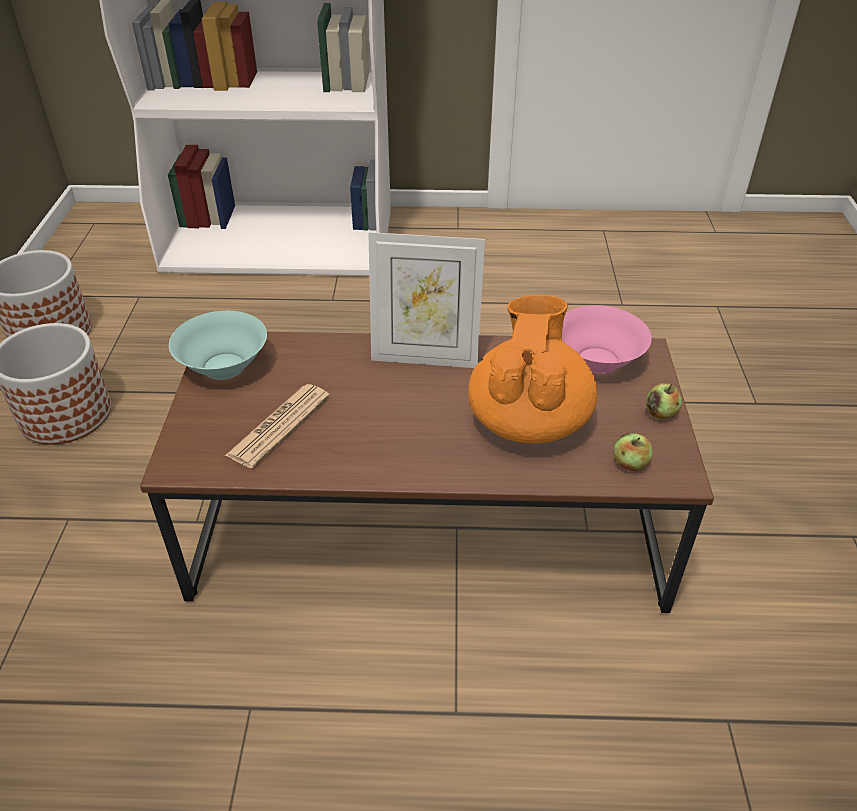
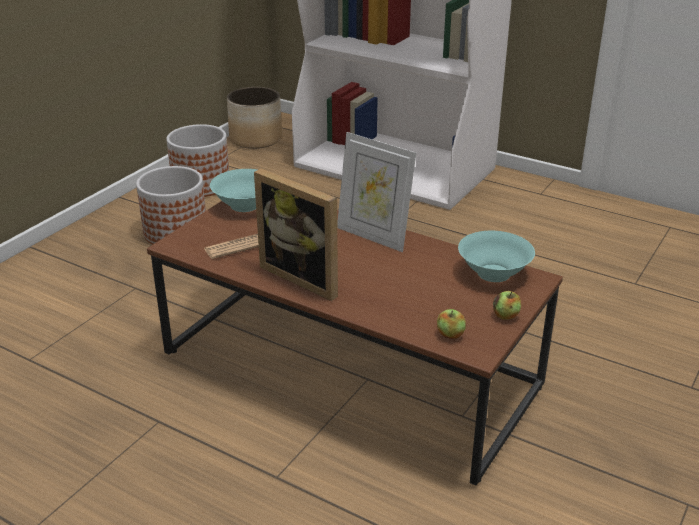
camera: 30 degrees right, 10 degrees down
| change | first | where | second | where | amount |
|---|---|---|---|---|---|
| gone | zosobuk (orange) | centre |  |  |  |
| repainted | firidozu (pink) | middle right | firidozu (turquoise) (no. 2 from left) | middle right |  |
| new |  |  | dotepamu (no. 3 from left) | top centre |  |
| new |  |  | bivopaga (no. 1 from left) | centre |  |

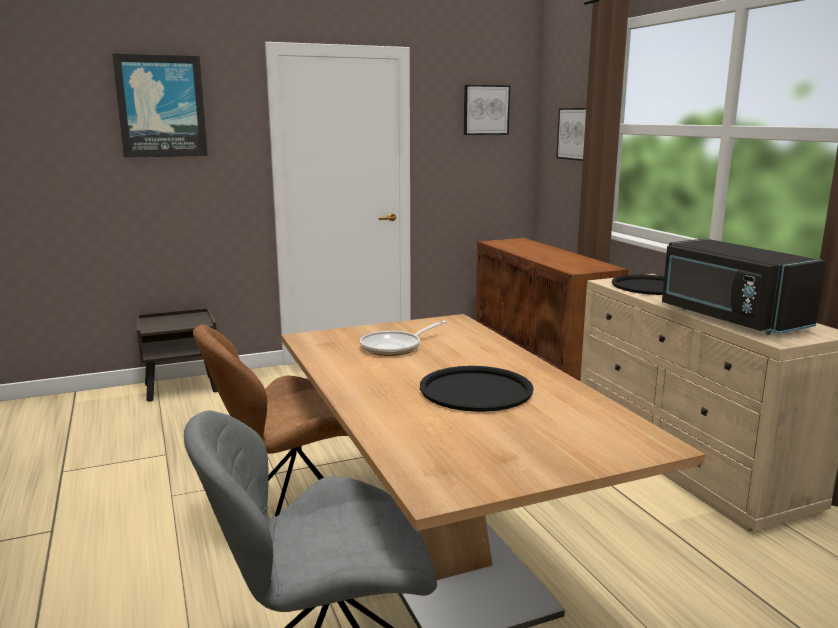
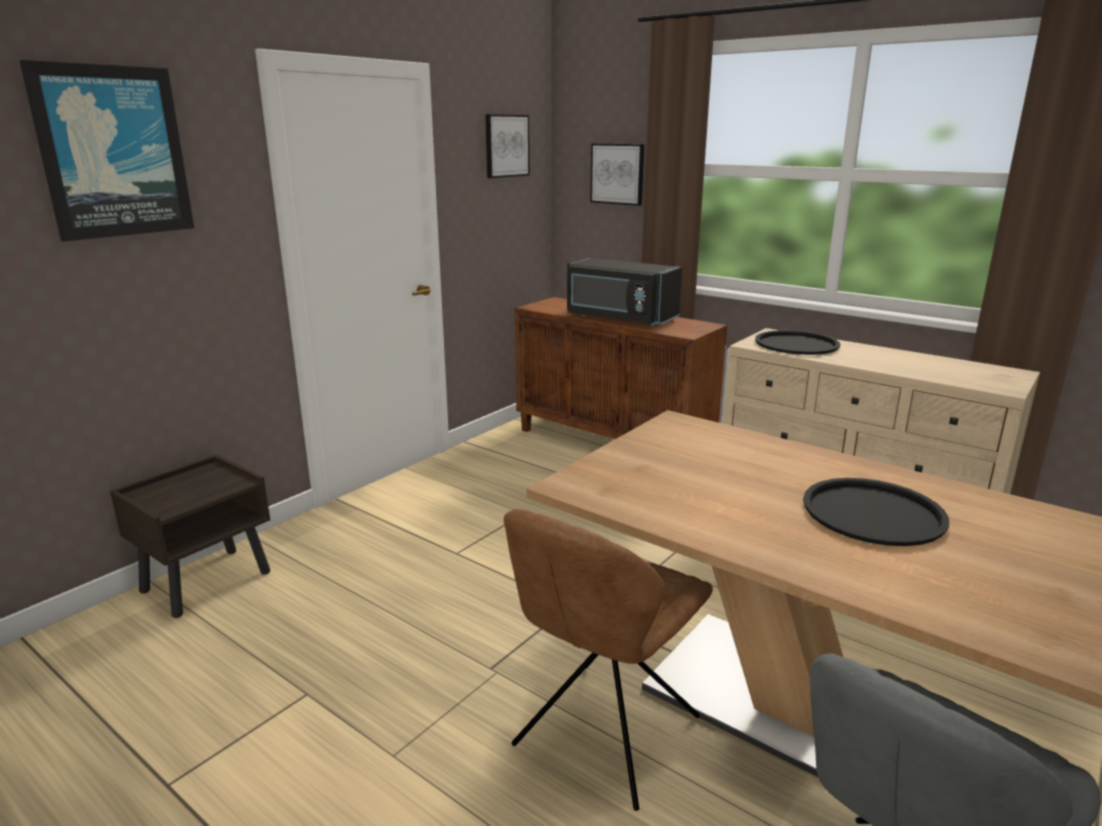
camera: 30 degrees left, 5 degrees up
| change | first | where | second | where | amount |
|---|---|---|---|---|---|
| shifted | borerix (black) | middle right |  | centre |  |
| gone | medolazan | centre |  |  |  |

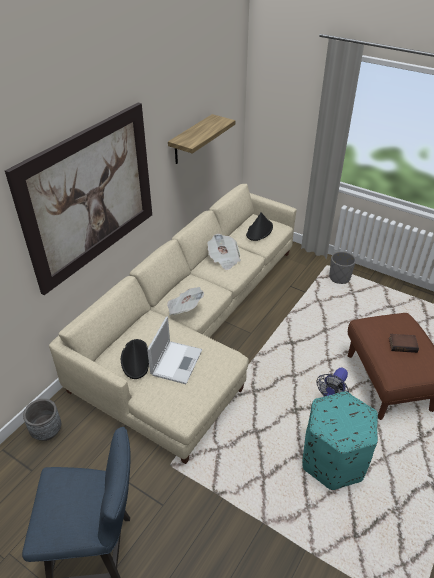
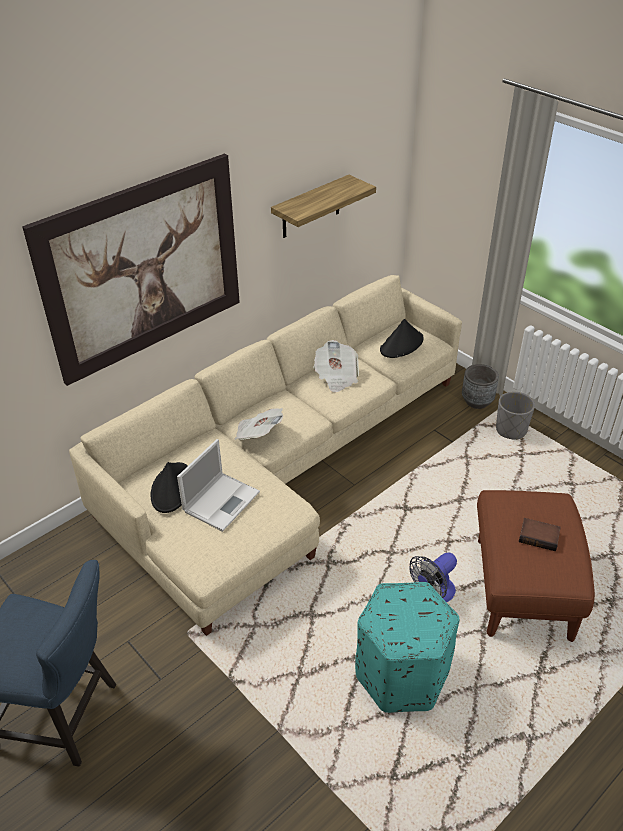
camera: 15 degrees right, 0 degrees up
| change | first | where | second | where | amount |
|---|---|---|---|---|---|
| shifted | dotepamu (grey) (no. 1 from left) | bottom left |  | middle right |  |

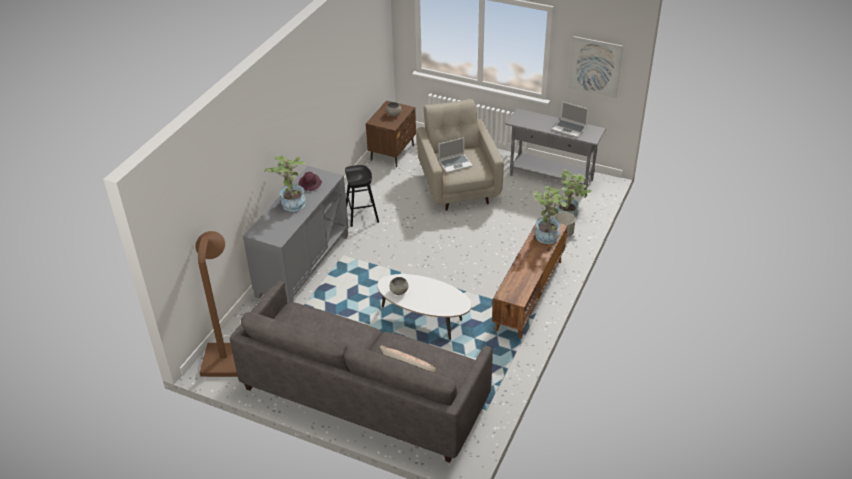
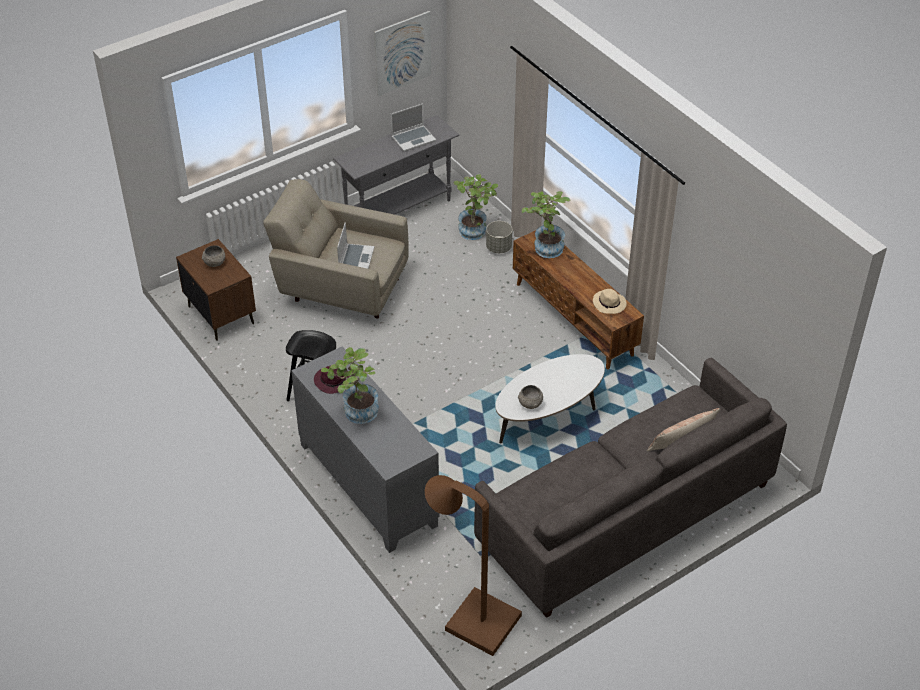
camera: 60 degrees left, 5 degrees up
| change | first | where | second | where | amount |
|---|---|---|---|---|---|
| new |  |  | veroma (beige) | centre |  |

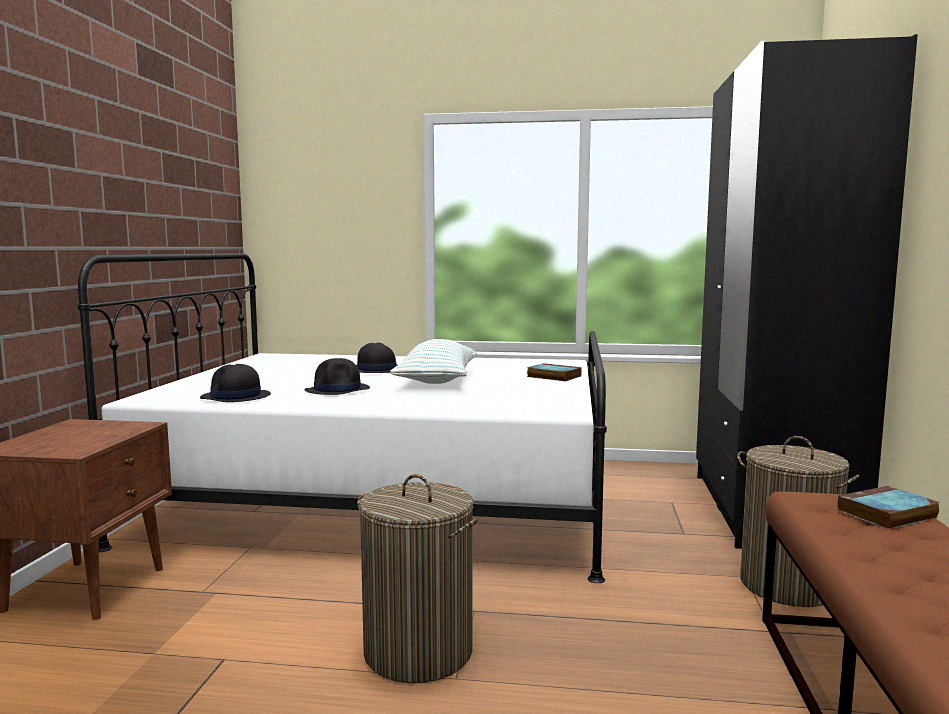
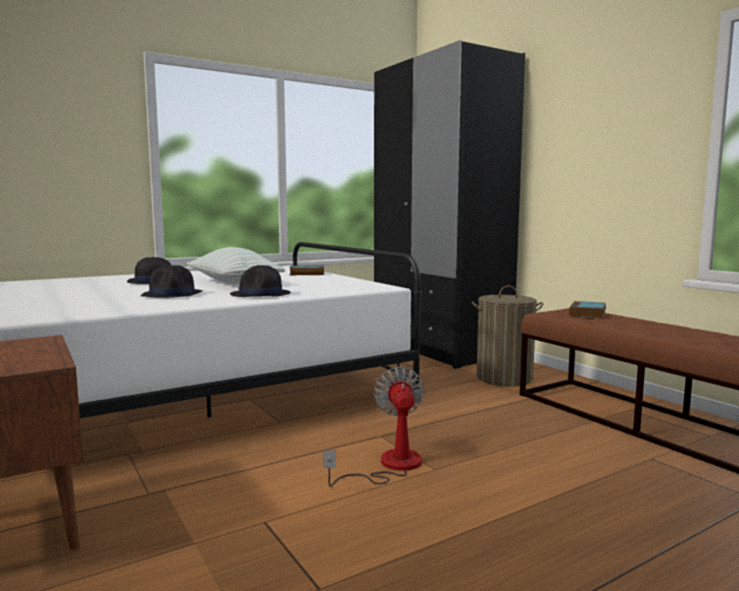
camera: 40 degrees left, 0 degrees up
| change | first | where | second | where | amount |
|---|---|---|---|---|---|
| shifted | veroma (black) (no. 1 from left in the first image) | middle left | veroma (black) (no. 3 from left) | centre |  |
| swapped | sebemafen (no. 1 from left) | bottom centre | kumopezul | bottom centre |  |

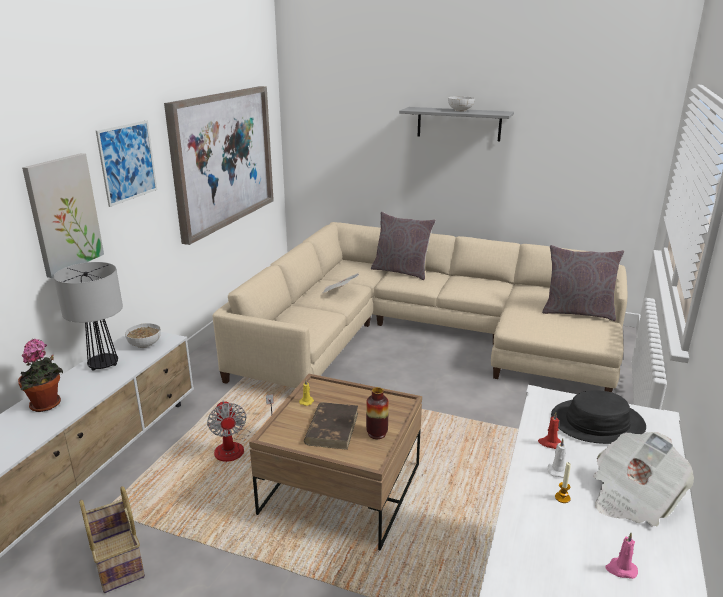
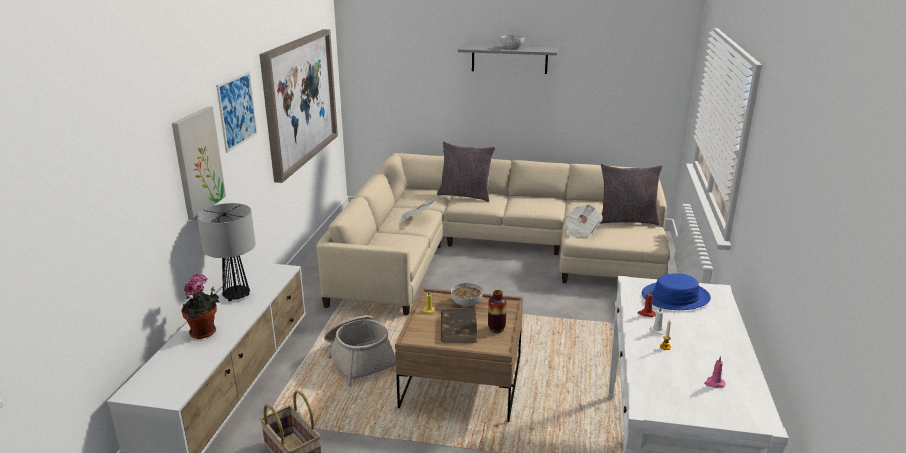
camera: 10 degrees left, 0 degrees up
| change | first | where | second | where | amount |
|---|---|---|---|---|---|
| shifted | firidozu (no. 1 from left) | middle left |  | centre |  |
| repainted | veroma (black) | bottom right | veroma (blue) | middle right |  |
| swapped | kumopezul | bottom left | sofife (no. 2 from left) | bottom centre |  |
| shifted | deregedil (no. 2 from left) | bottom right |  | centre |  |

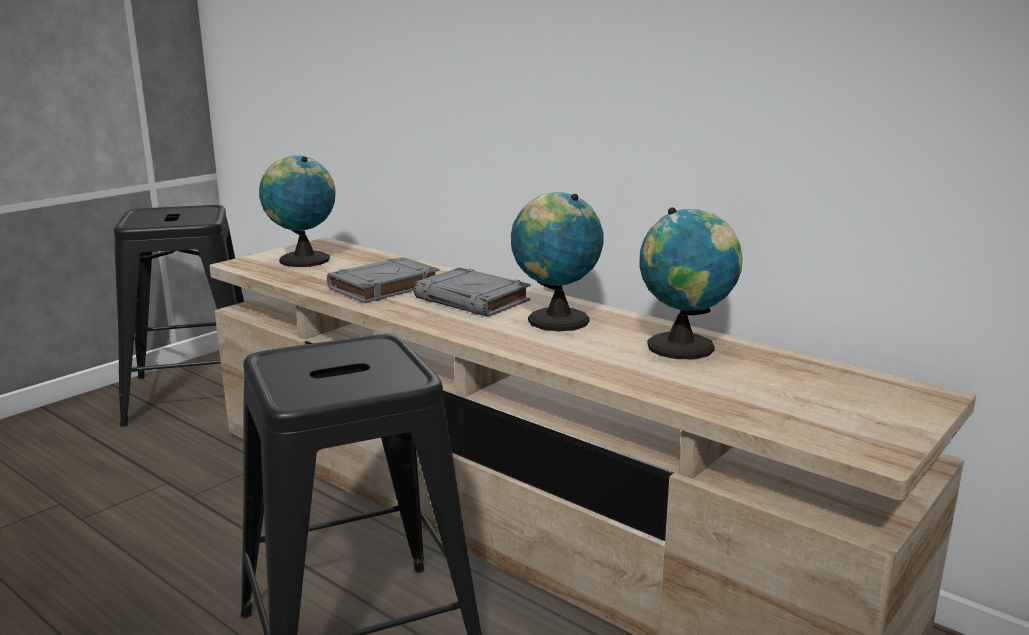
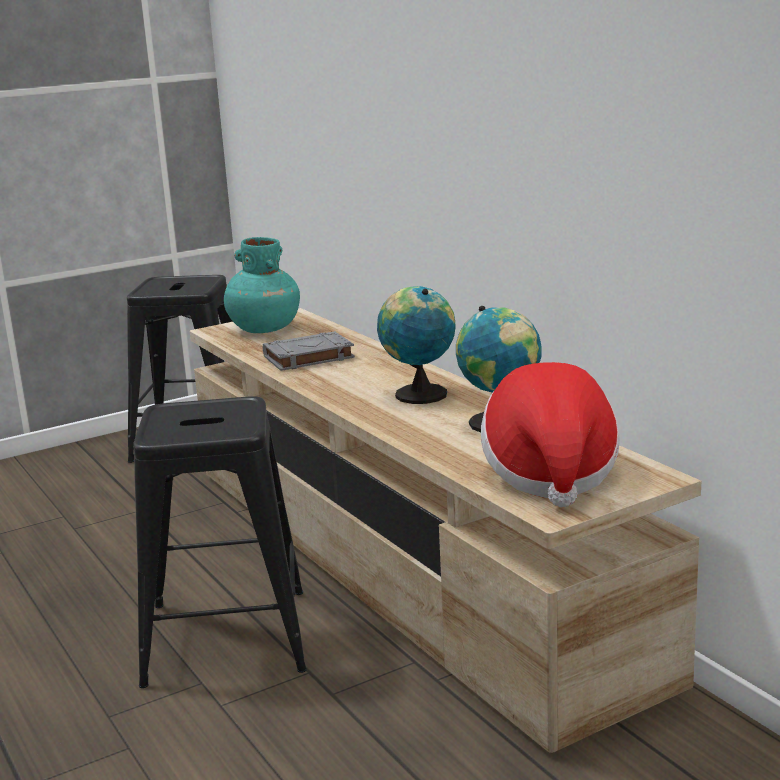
camera: 20 degrees right, 0 degrees up
| change | first | where | second | where | amount |
|---|---|---|---|---|---|
| swapped | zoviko (no. 1 from left) | top left | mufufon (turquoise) | centre |  |
| gone | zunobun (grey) (no. 2 from left) | centre |  |  |  |
| new |  |  | veroma | middle right |  |

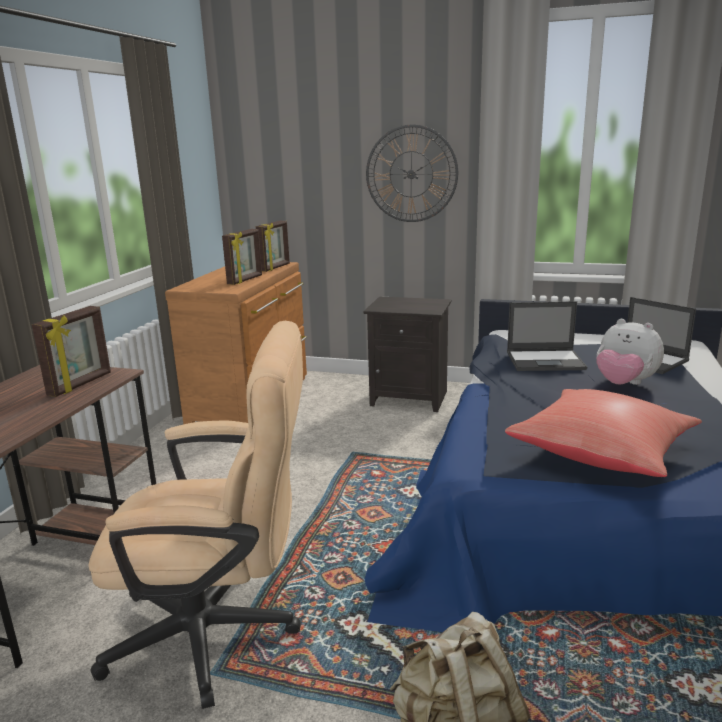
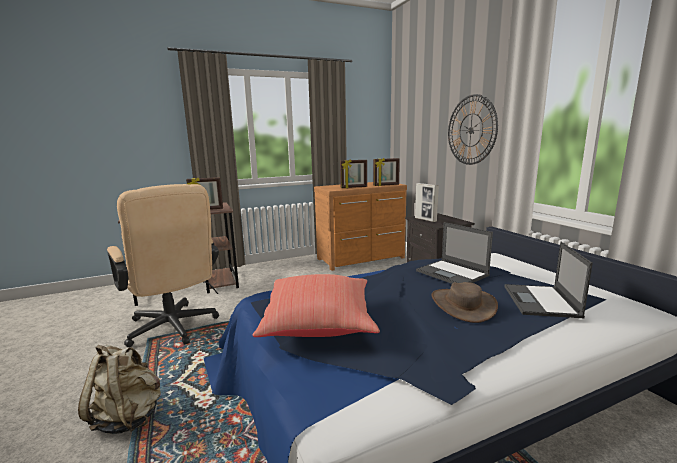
camera: 50 degrees right, 5 degrees down
| change | first | where | second | where | amount |
|---|---|---|---|---|---|
| swapped | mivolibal | middle right | veroma (brown) | middle right |  |
| new |  |  | bivopaga (no. 4 from left) | centre |  |

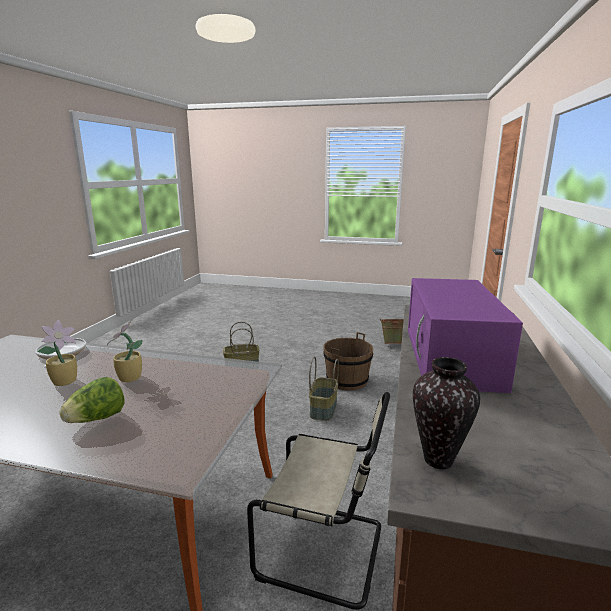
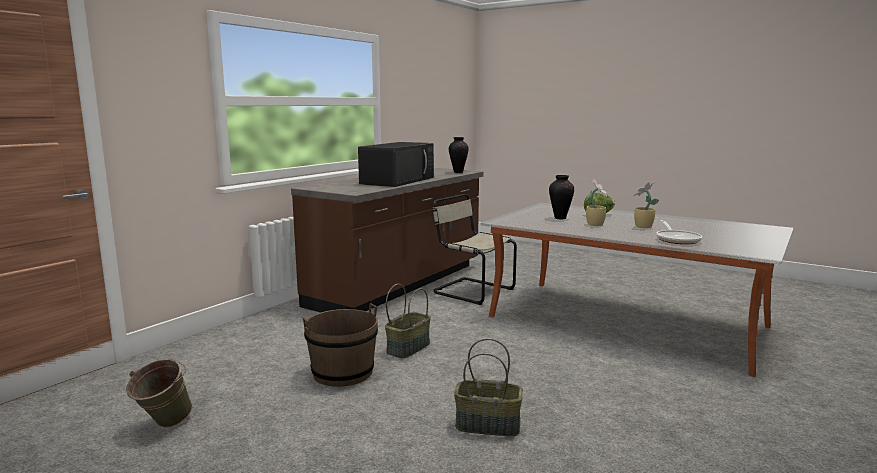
camera: 160 degrees left, 5 degrees down
| change | first | where | second | where | amount |
|---|---|---|---|---|---|
| repainted | borerix (purple) | middle right | borerix (black) | centre |  |
| new |  |  | mufufon (no. 2 from left) | centre |  |

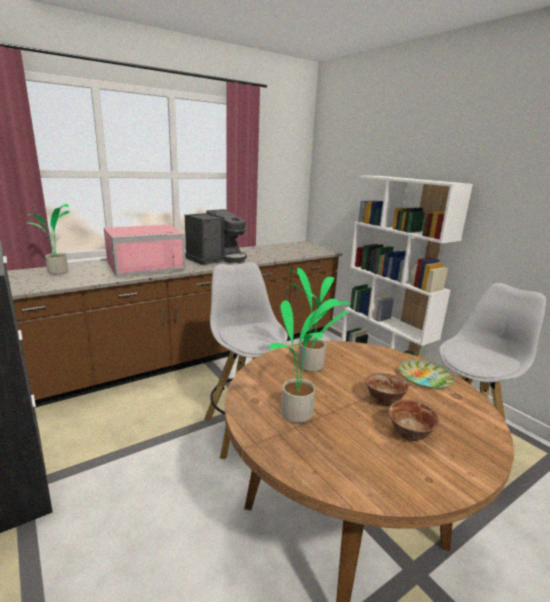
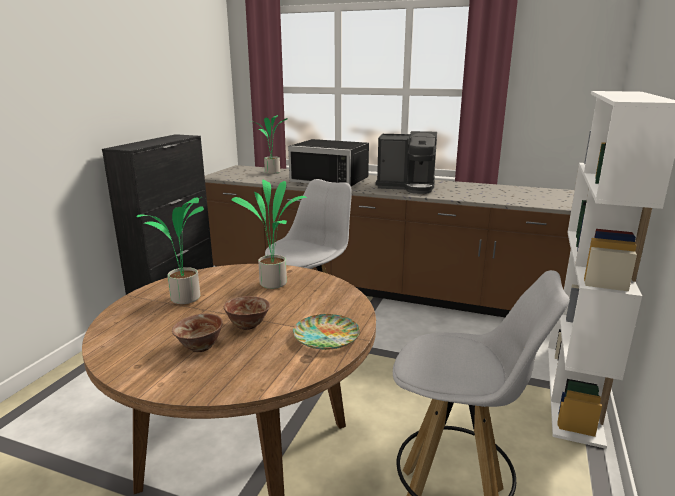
camera: 55 degrees right, 0 degrees up
| change | first | where | second | where | amount |
|---|---|---|---|---|---|
| repainted | borerix (pink) | middle left | borerix (black) | top centre |  |

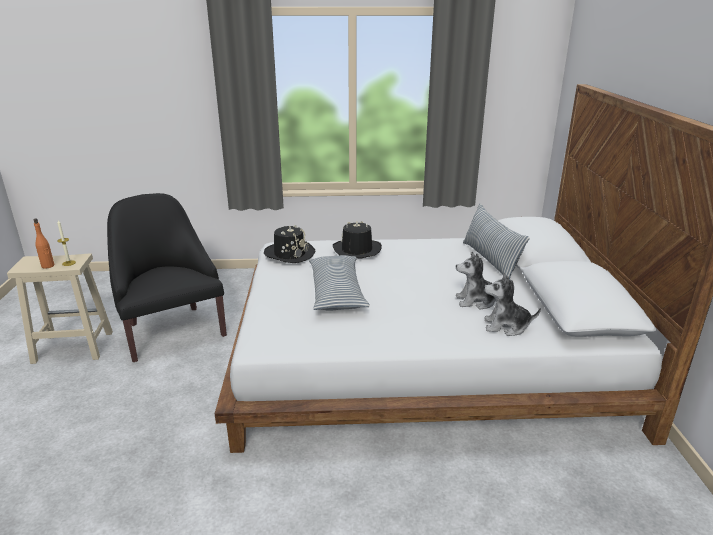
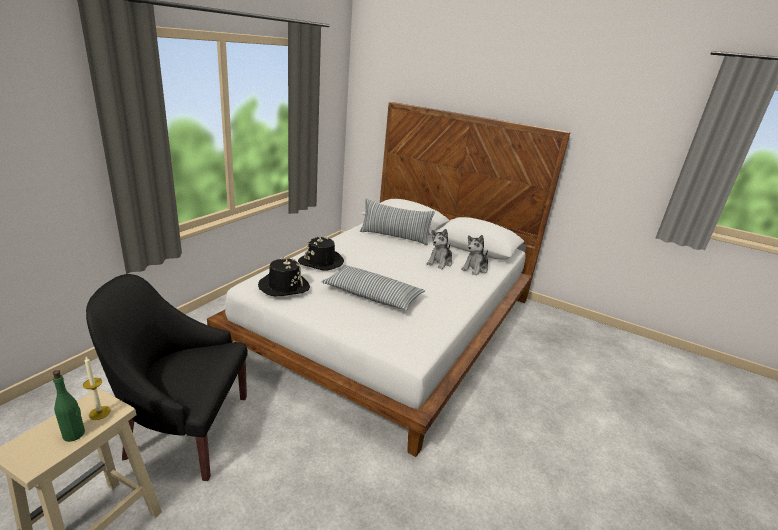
camera: 60 degrees left, 0 degrees up
| change | first | where | second | where | amount |
|---|---|---|---|---|---|
| repainted | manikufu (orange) | middle left | manikufu (green) | bottom left |  |

